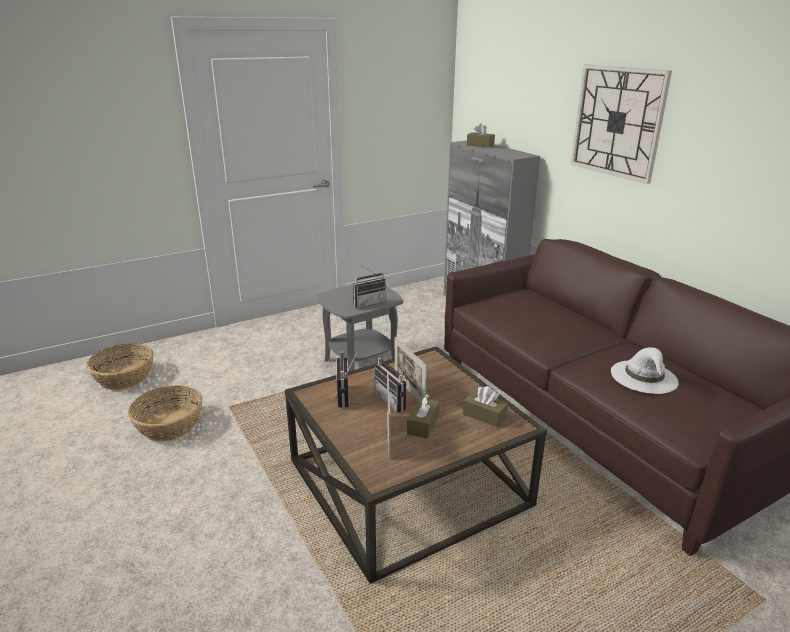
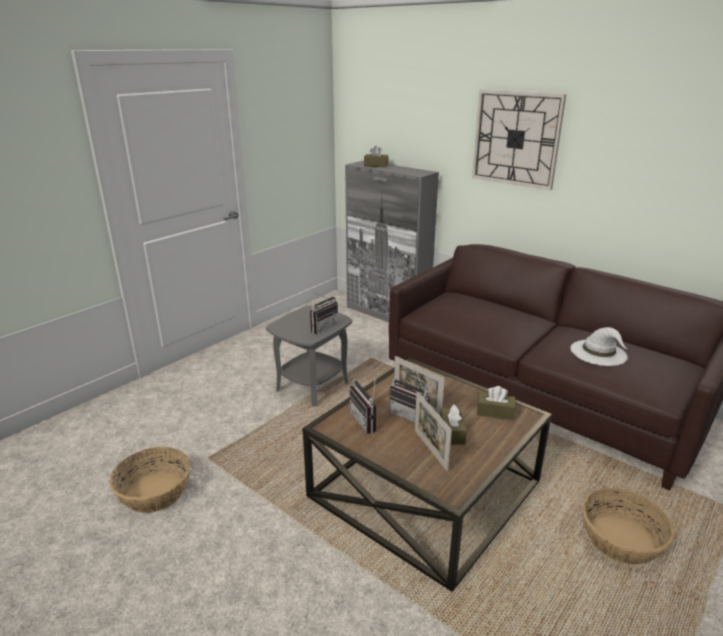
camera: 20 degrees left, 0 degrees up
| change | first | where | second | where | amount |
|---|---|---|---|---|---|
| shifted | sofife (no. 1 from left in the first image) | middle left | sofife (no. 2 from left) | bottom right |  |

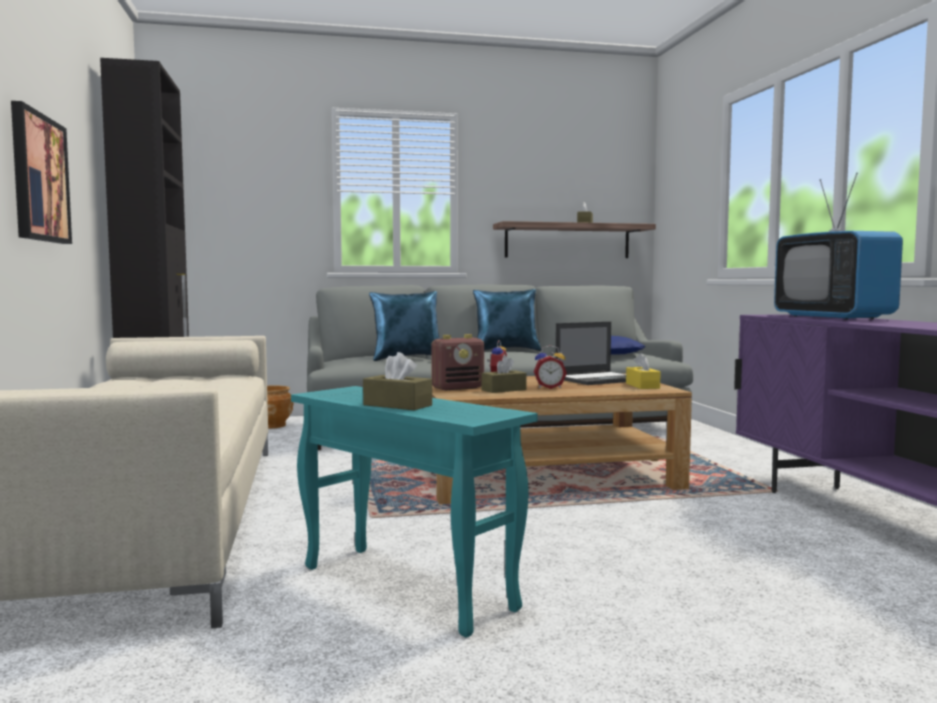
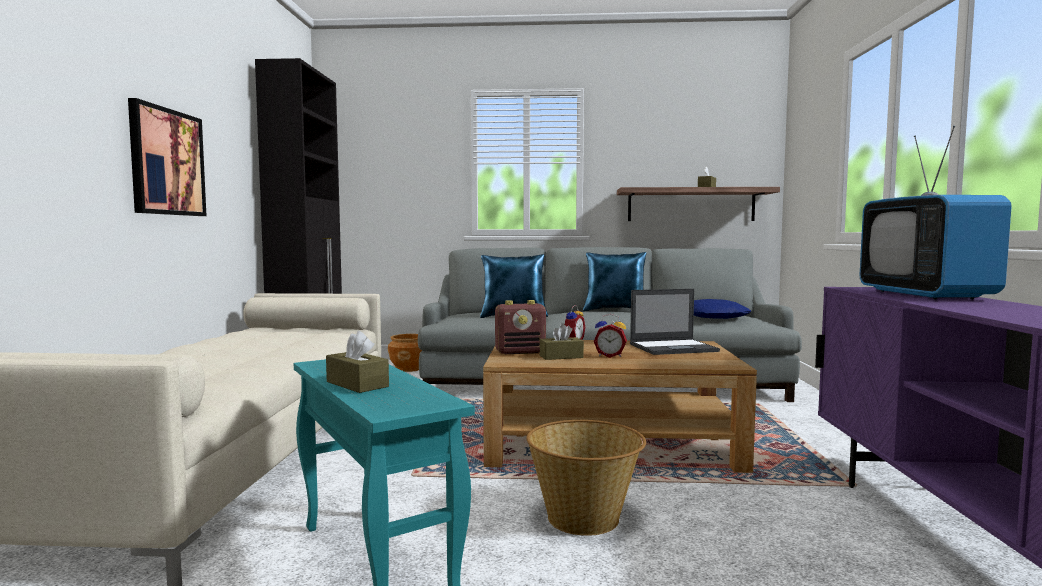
camera: 15 degrees right, 0 degrees up
| change | first | where | second | where | amount |
|---|---|---|---|---|---|
| gone | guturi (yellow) | middle right |  |  |  |
| new |  |  | sofife | bottom centre |  |

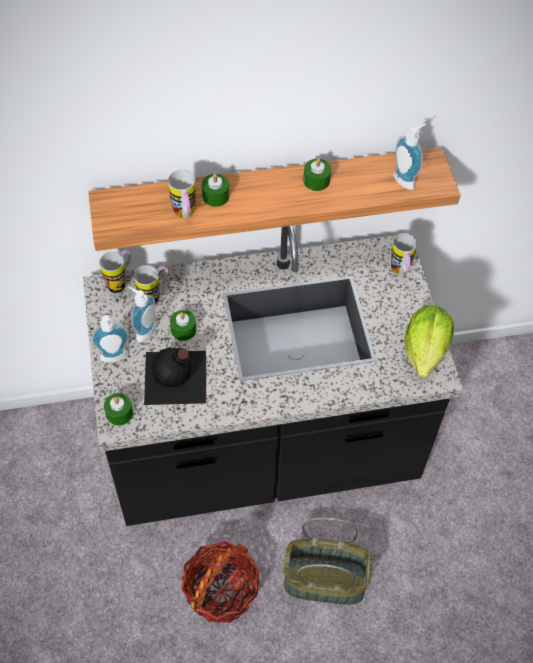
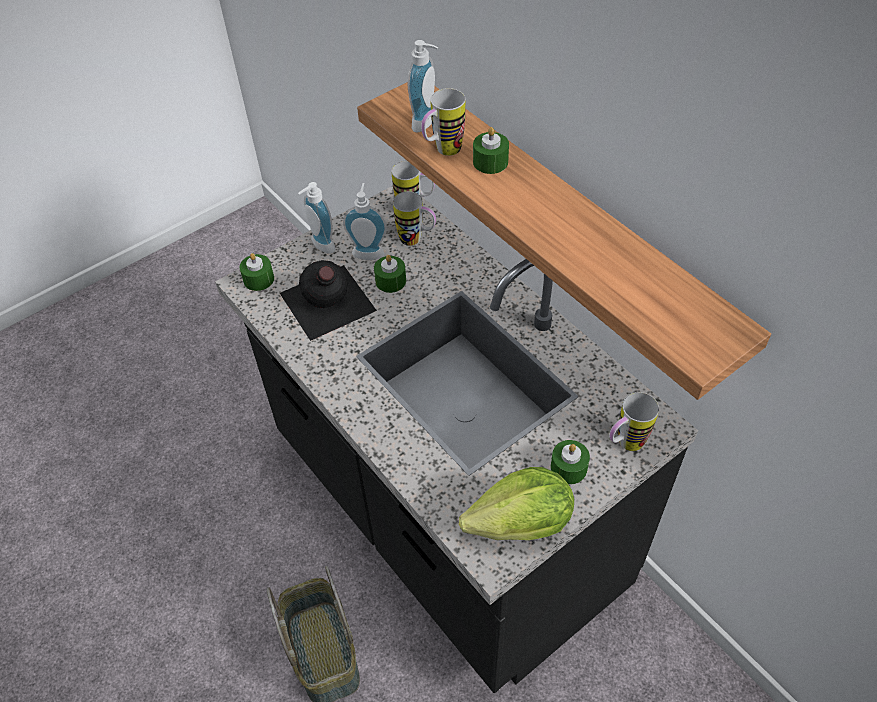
camera: 65 degrees right, 5 degrees down
| change | first | where | second | where | amount |
|---|---|---|---|---|---|
| shifted | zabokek (no. 3 from left) | top right |  | top centre |  |
| shifted | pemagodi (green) (no. 4 from left) | top centre |  | centre |  |
| gone | sofife (no. 1 from left) | bottom centre |  |  |  |

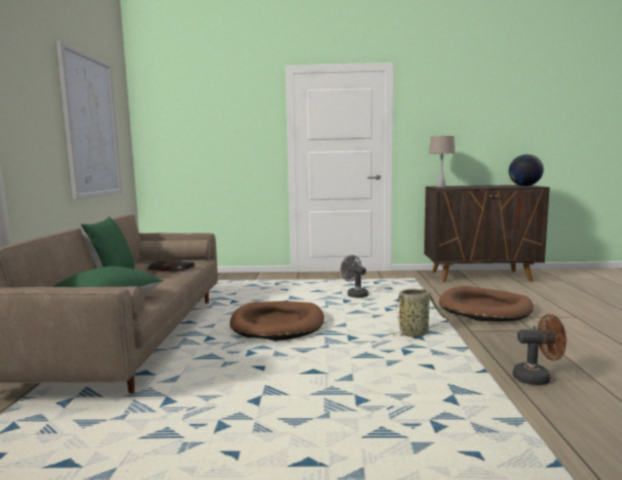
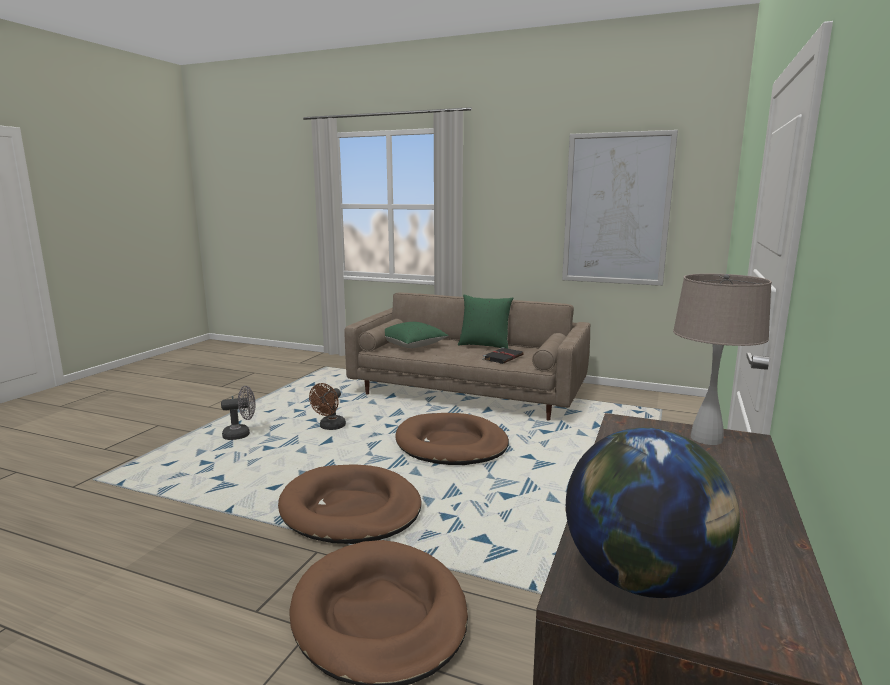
camera: 110 degrees right, 5 degrees up
| change | first | where | second | where | amount |
|---|---|---|---|---|---|
| shifted | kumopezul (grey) | centre |  | middle left |  |
| swapped | sofife | middle right | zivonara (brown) (no. 1 from left) | bottom centre |  |
| shifted | kumopezul (brown) | bottom right |  | centre |  |

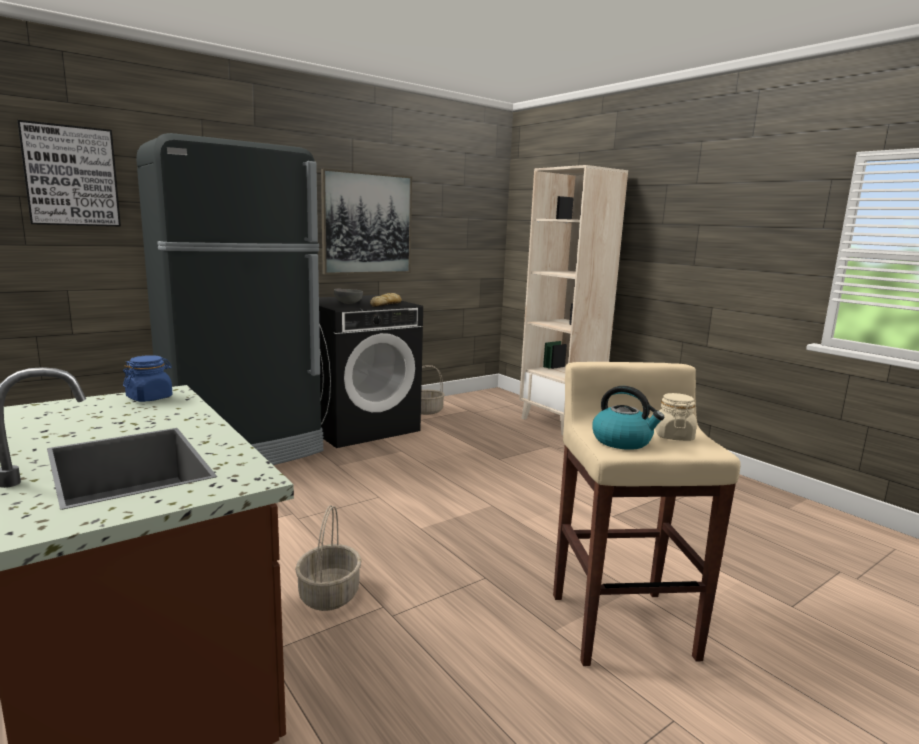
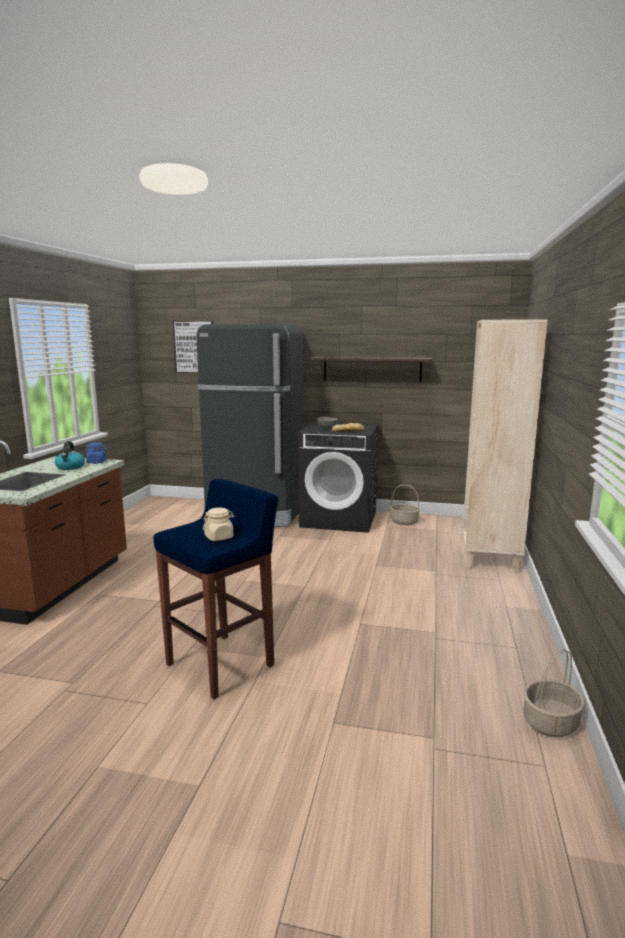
camera: 50 degrees right, 0 degrees up
| change | first | where | second | where | amount |
|---|---|---|---|---|---|
| swapped | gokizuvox (no. 2 from left) | top centre | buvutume | centre |  |
| repainted | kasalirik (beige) | bottom right | kasalirik (blue) | centre |  |
| shifted | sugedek | middle right |  | middle left |  |
| shifted | sofife (no. 1 from left in the first image) | bottom centre | sofife (no. 2 from left) | bottom right |  |

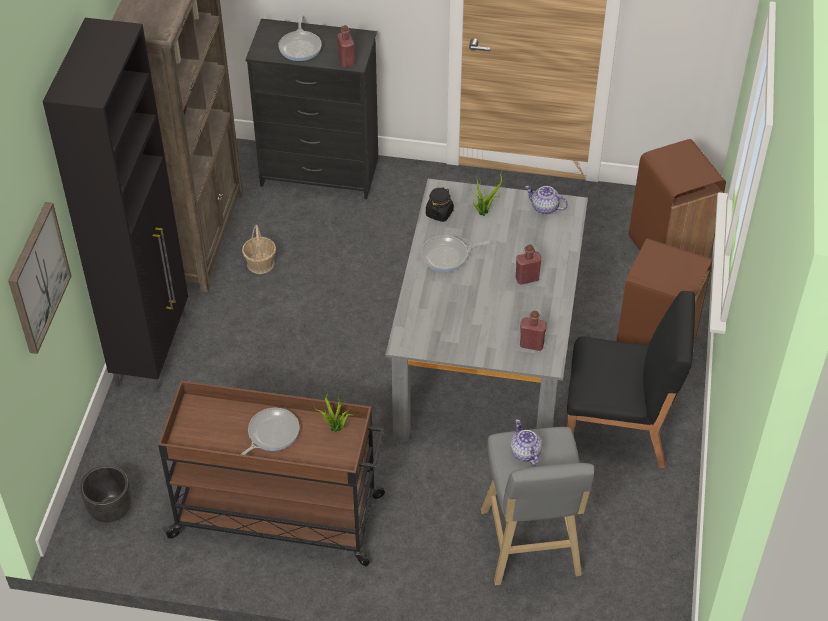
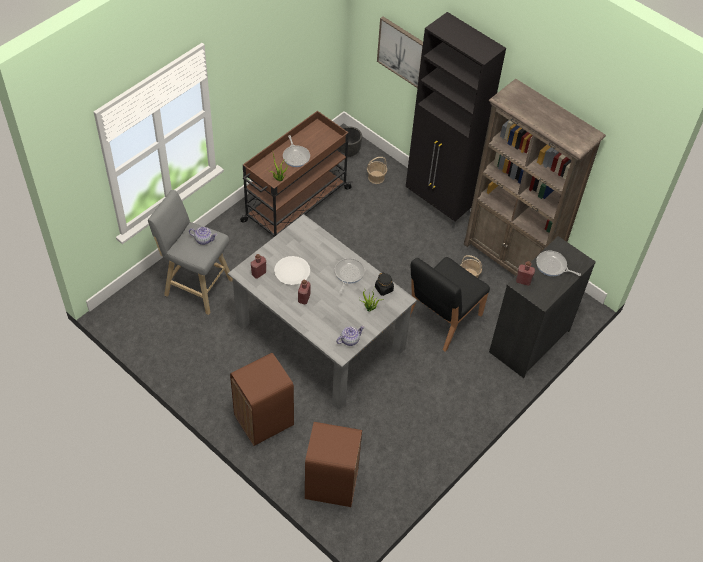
camera: 120 degrees right, 5 degrees up
| change | first | where | second | where | amount |
|---|---|---|---|---|---|
| shifted | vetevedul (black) | middle right |  | centre |  |
| new |  |  | sofife (no. 1 from left) | top centre |  |
| new |  |  | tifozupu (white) | centre |  |

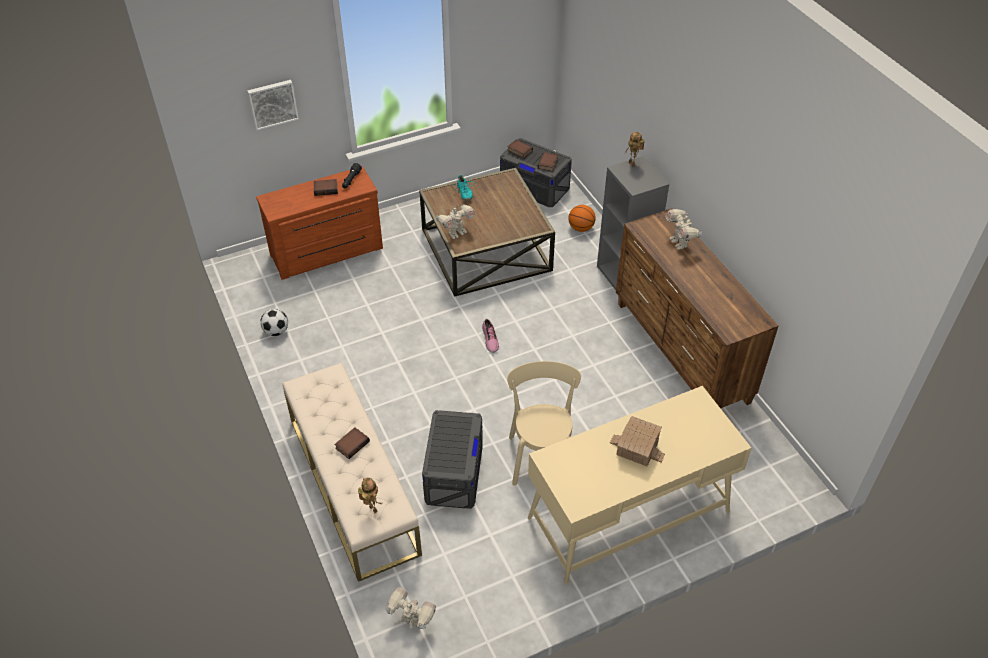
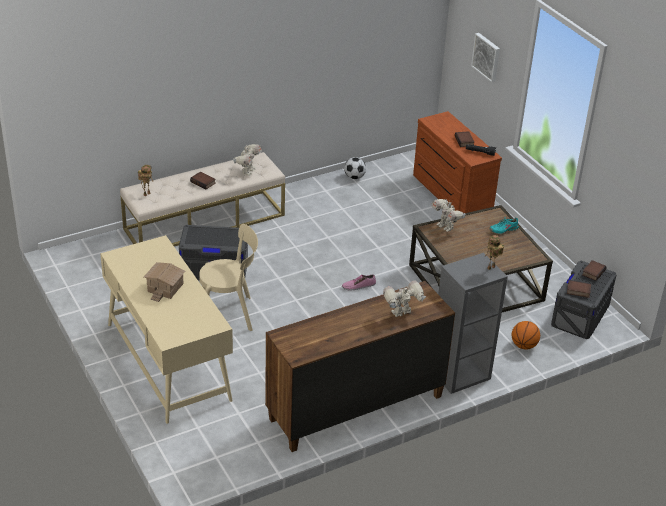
camera: 85 degrees right, 10 degrees down
| change | first | where | second | where | amount |
|---|---|---|---|---|---|
| shifted | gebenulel (no. 2 from left) | bottom centre |  | top centre |  |

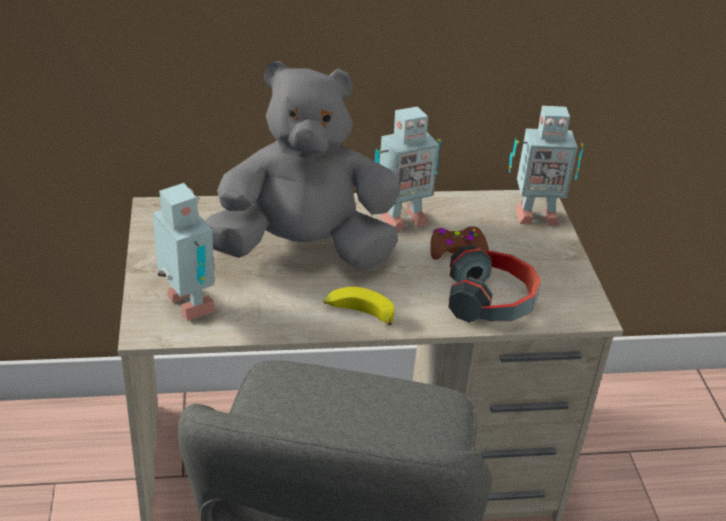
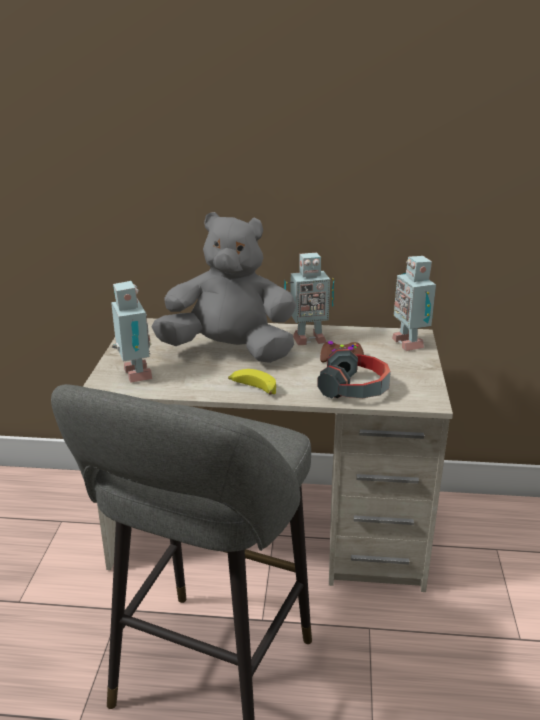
camera: 15 degrees right, 10 degrees down
| change | first | where | second | where | amount |
|---|---|---|---|---|---|
| rotated | gebenulel (no. 3 from left) | top right |  | middle right | 60 degrees clockwise |

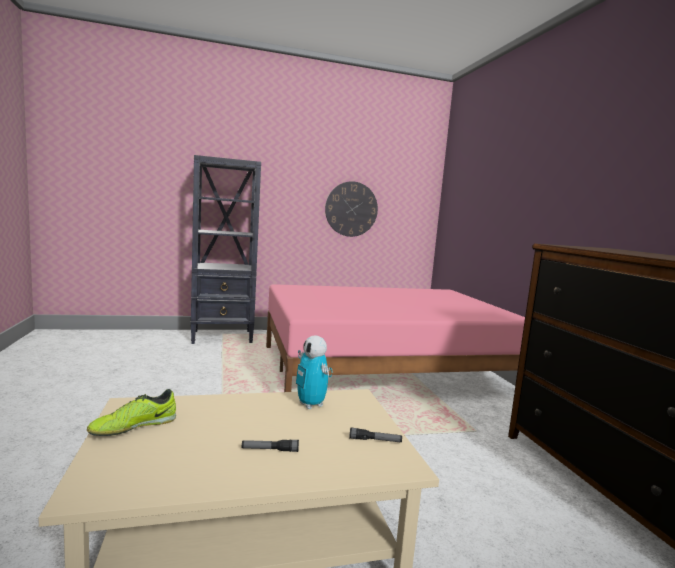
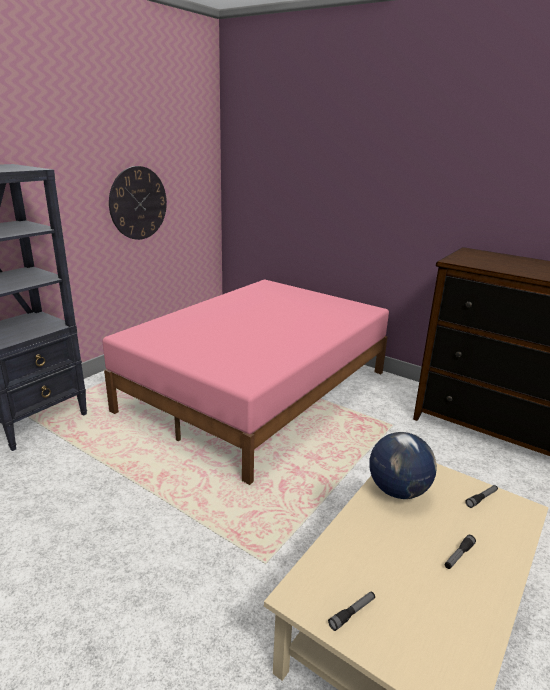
camera: 40 degrees left, 15 degrees up
| change | first | where | second | where | amount |
|---|---|---|---|---|---|
| swapped | gebenulel | centre | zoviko | bottom right |  |
| swapped | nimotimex | bottom left | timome (no. 1 from left) | bottom centre |  |

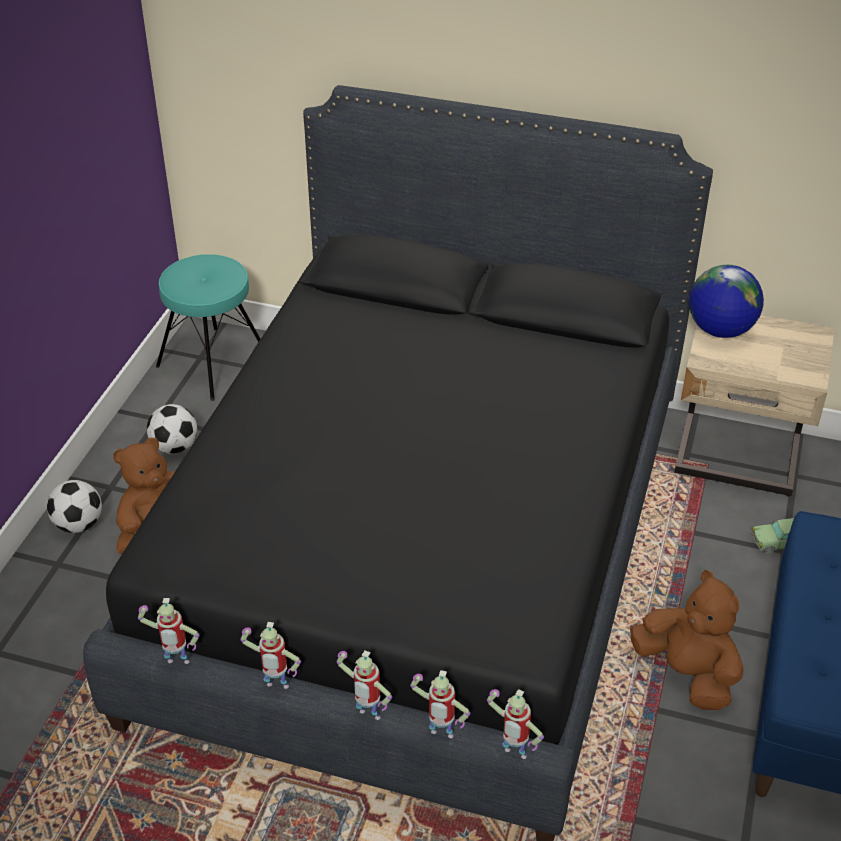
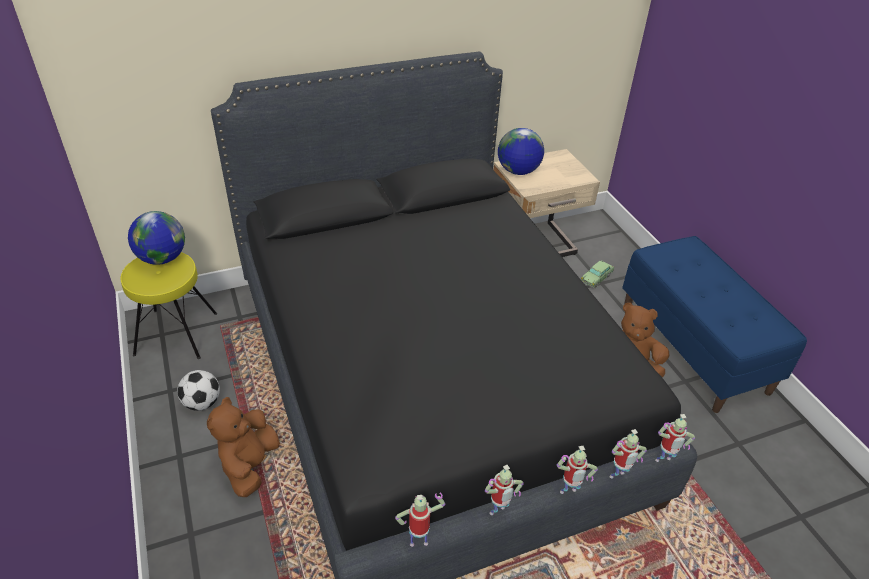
camera: 40 degrees left, 0 degrees up
| change | first | where | second | where | amount |
|---|---|---|---|---|---|
| repainted | kasalirik (turquoise) | middle left | kasalirik (yellow) | middle left |  |
| gone | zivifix (no. 1 from left) | middle left |  |  |  |
| rotated | gebenulel (no. 1 from left) | bottom left |  | bottom centre | 150 degrees counterclockwise |
| new |  |  | zoviko (no. 1 from left) | middle left |  |

